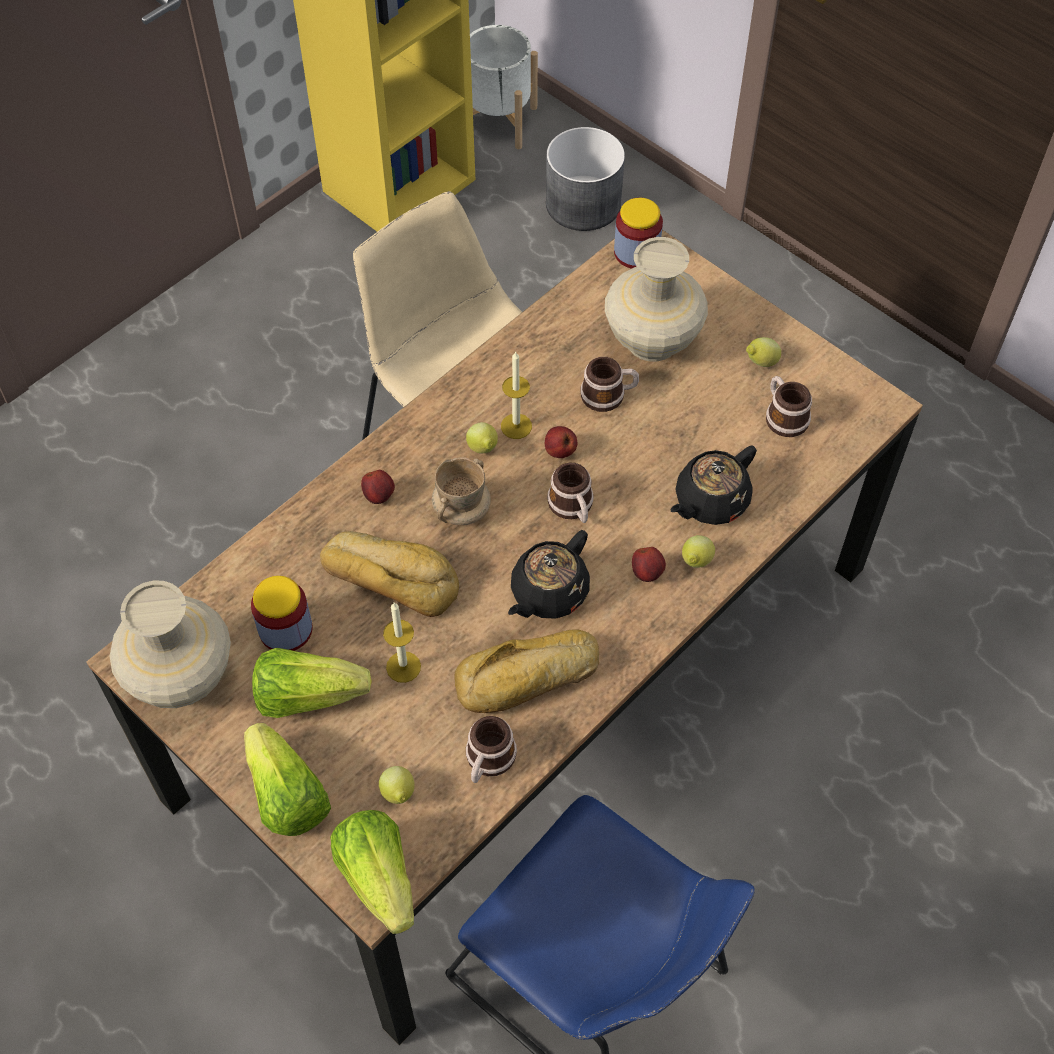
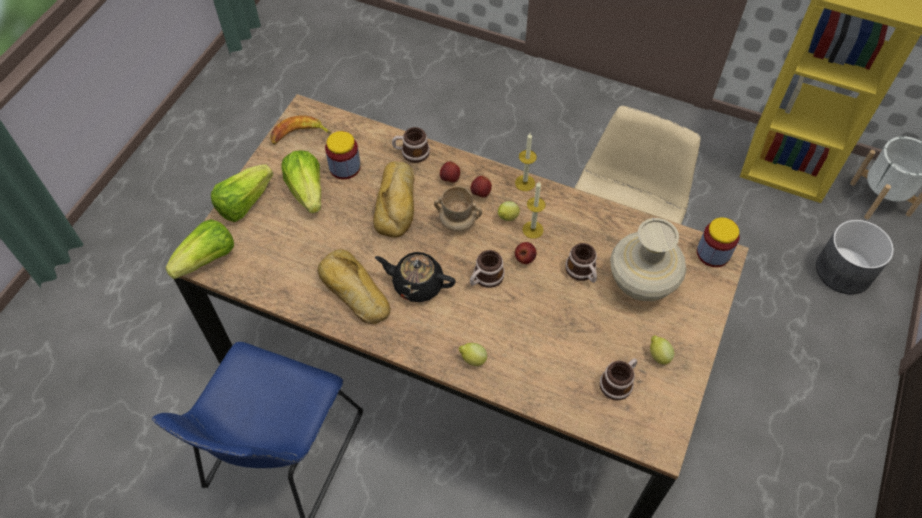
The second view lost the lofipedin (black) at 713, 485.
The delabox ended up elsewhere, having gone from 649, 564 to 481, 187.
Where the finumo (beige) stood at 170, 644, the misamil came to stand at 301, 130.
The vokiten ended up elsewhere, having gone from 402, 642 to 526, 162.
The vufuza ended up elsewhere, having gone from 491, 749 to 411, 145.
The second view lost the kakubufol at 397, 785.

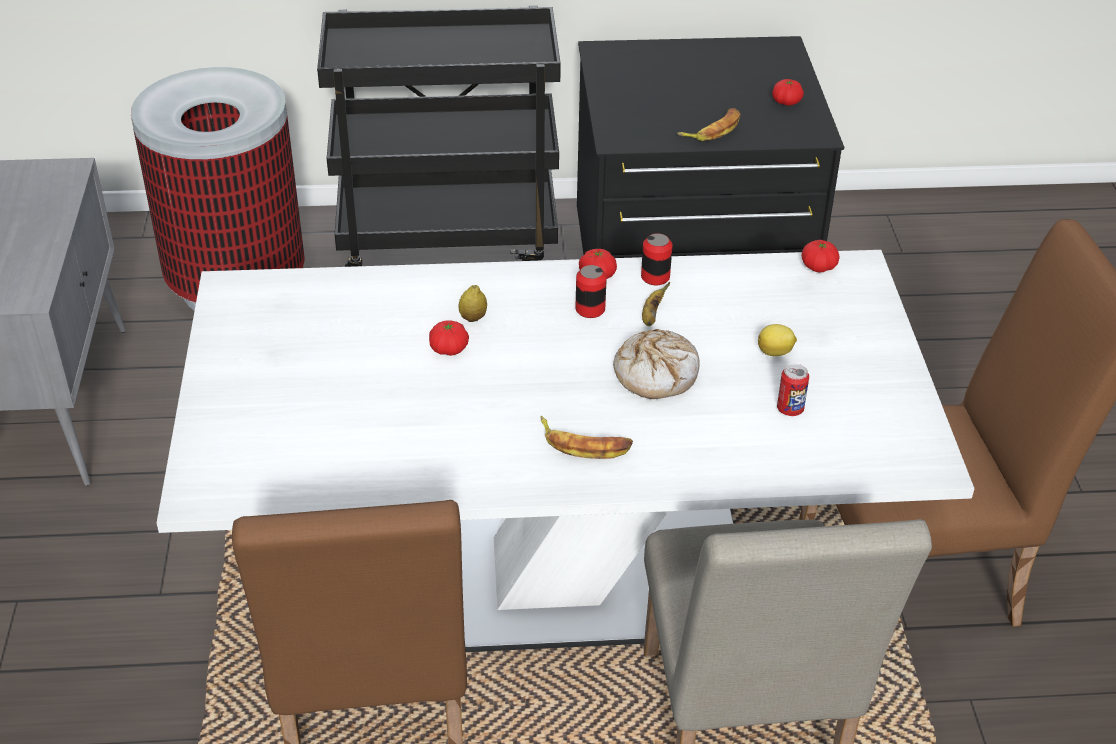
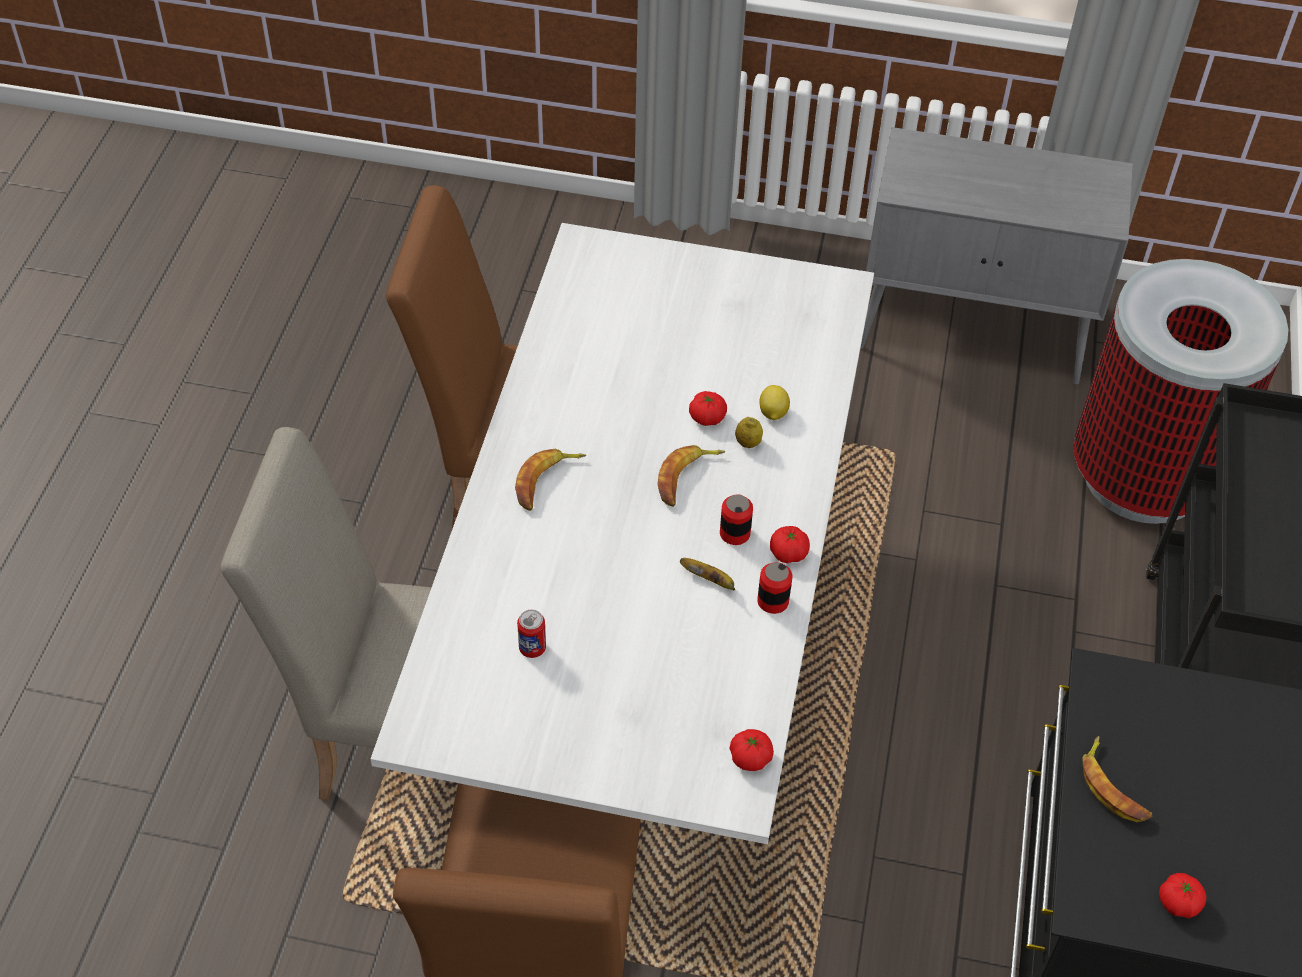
The kakubufol ended up elsewhere, having gone from 777, 340 to 775, 403.
The second view lost the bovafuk at 656, 364.
The second view gained the misamil at 691, 476.

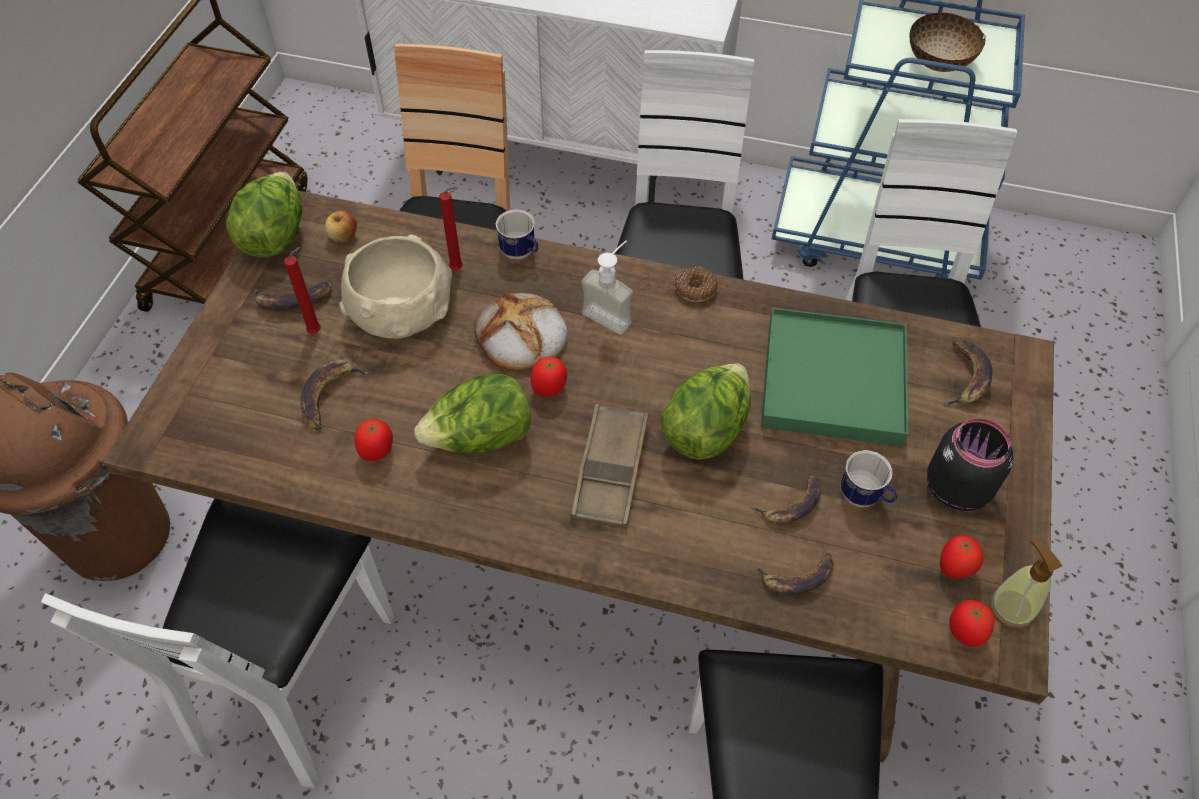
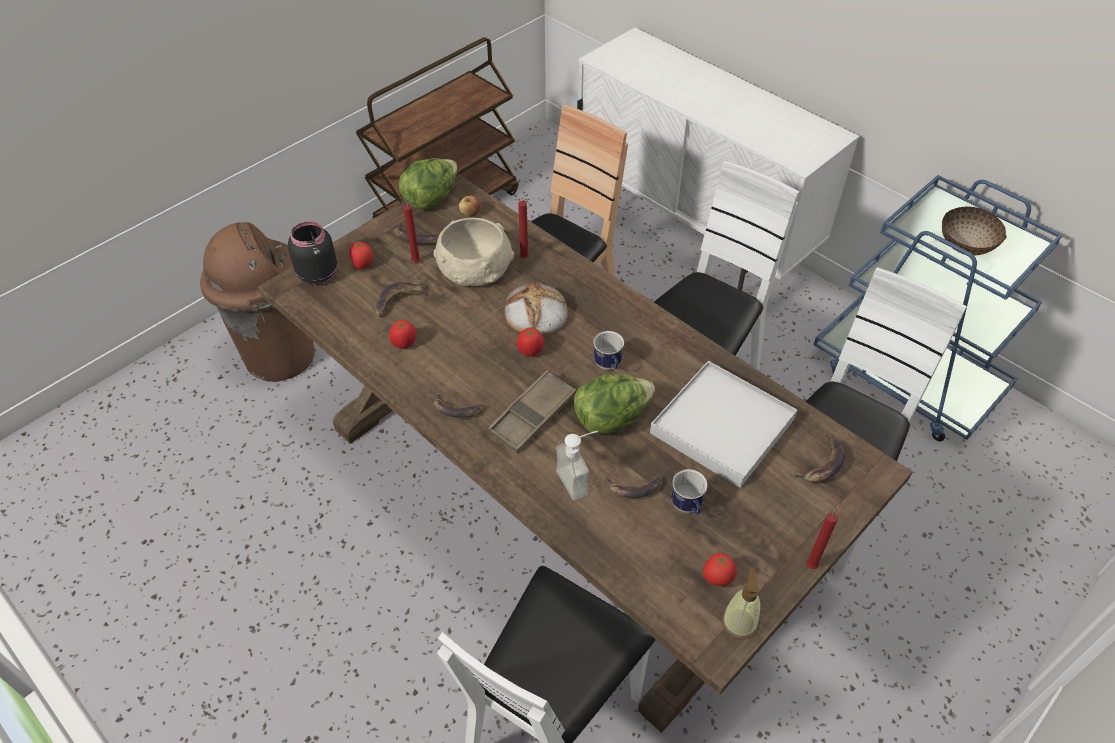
The vufuza ended up elsewhere, having gone from 517, 234 to 608, 350.
The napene ended up elsewhere, having gone from 607, 287 to 577, 465.
The second view lost the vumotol at 696, 284.
What was the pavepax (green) at 834, 377 turned into the pavepax (white) at 723, 424.
The second view lost the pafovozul at 473, 413.
The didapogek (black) ended up elsewhere, having gone from 970, 465 to 313, 253.
The second view lost the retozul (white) at 217, 643.
The misamil ended up elsewhere, having gone from 794, 573 to 459, 405.
The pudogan ended up elsewhere, having gone from 971, 623 to 361, 255.
The second view gained the vokiten (red) at 823, 536.

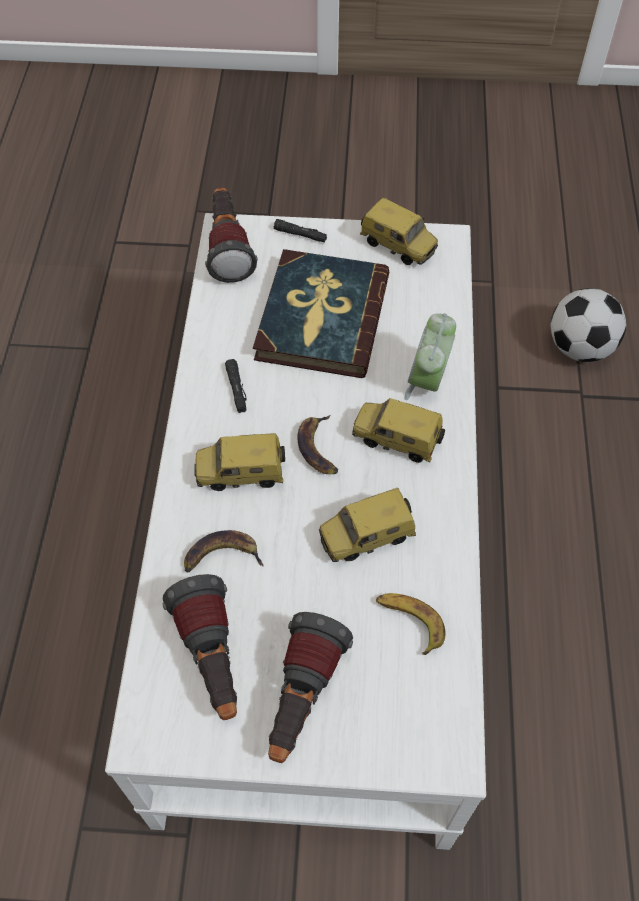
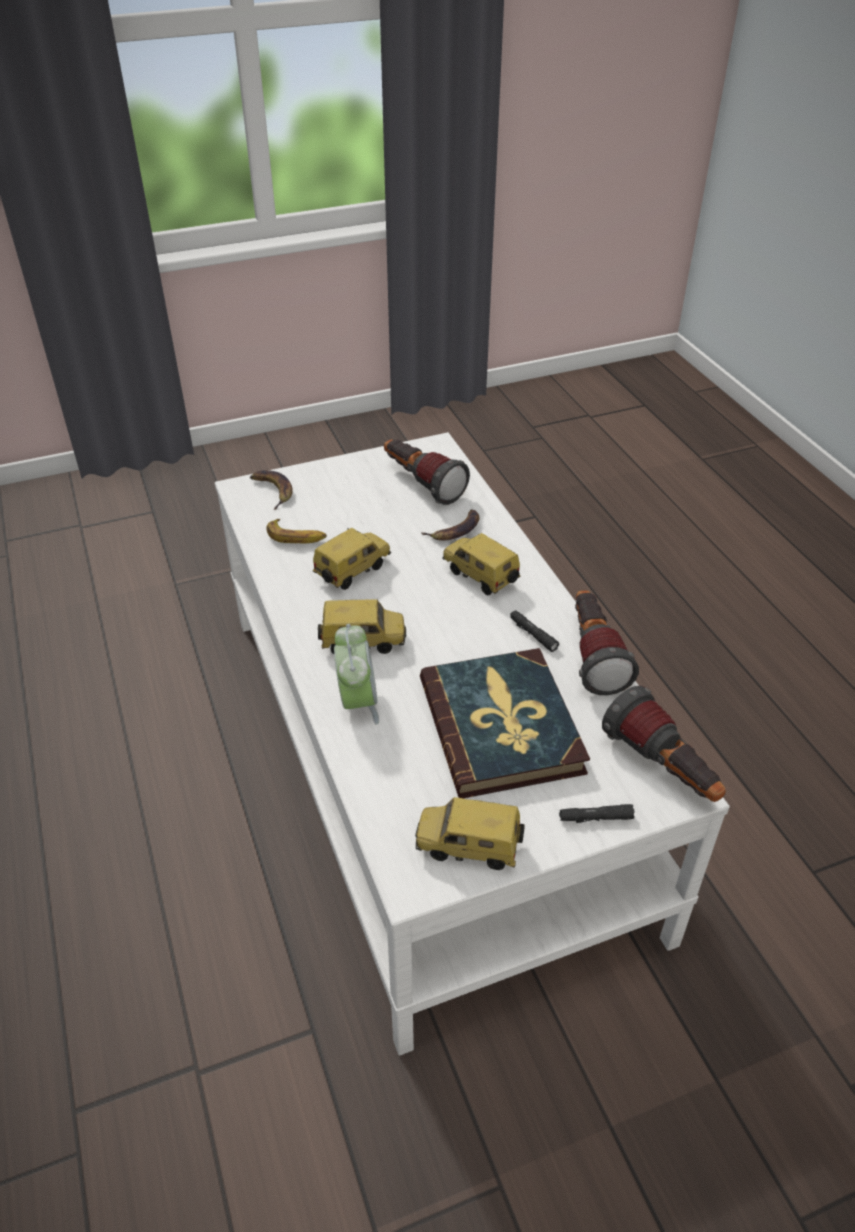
The second view lost the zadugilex at 588, 325.
The misamil ended up elsewhere, having gone from 318, 444 to 271, 490.
The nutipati at 239, 462 ended up facing another way, 105 degrees counterclockwise from before.
The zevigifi ended up elsewhere, having gone from 310, 687 to 607, 642.

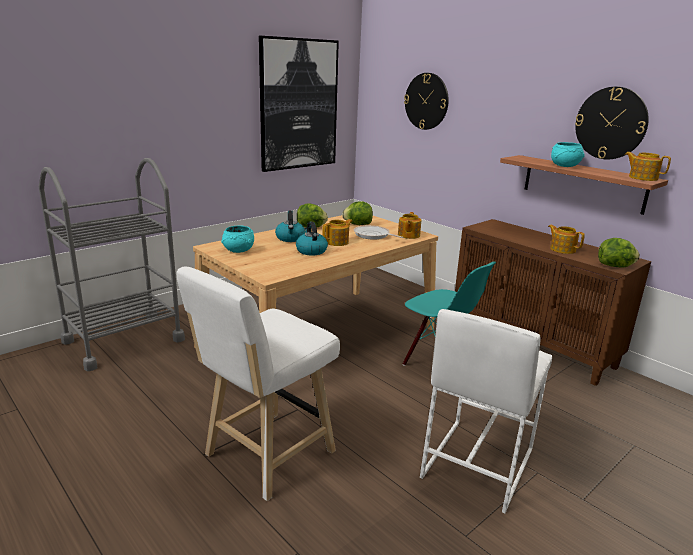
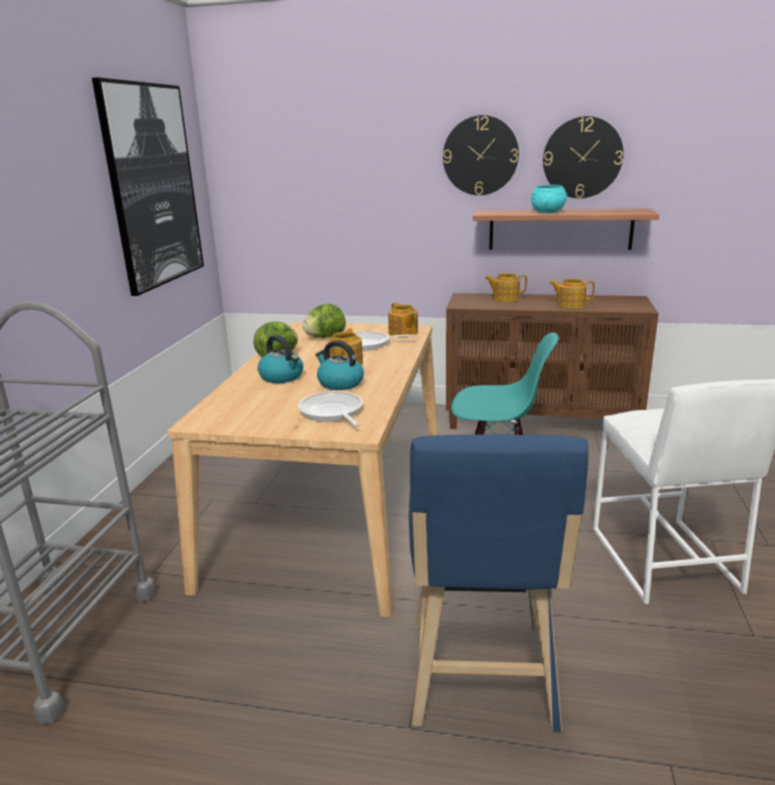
The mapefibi ended up elsewhere, having gone from 426, 101 to 481, 155.
The lofipedin ended up elsewhere, having gone from 648, 166 to 506, 287.
The second view lost the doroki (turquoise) at 237, 239.
The second view lost the pafovozul at 619, 252.
What was the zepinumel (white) at 258, 384 turned into the zepinumel (blue) at 498, 583.
The second view gained the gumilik at 330, 409.

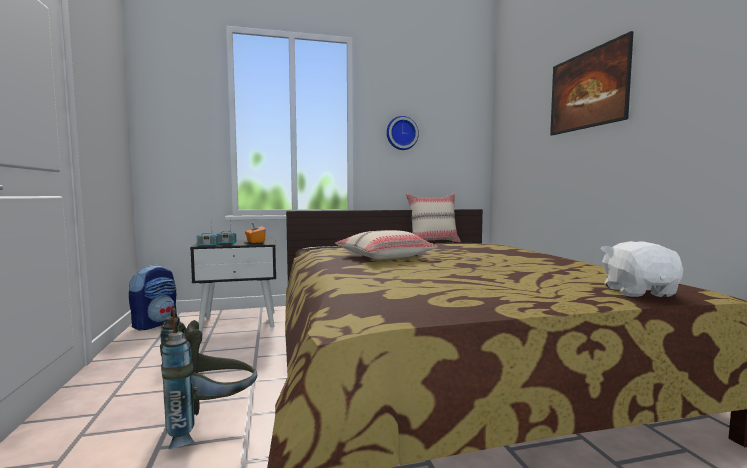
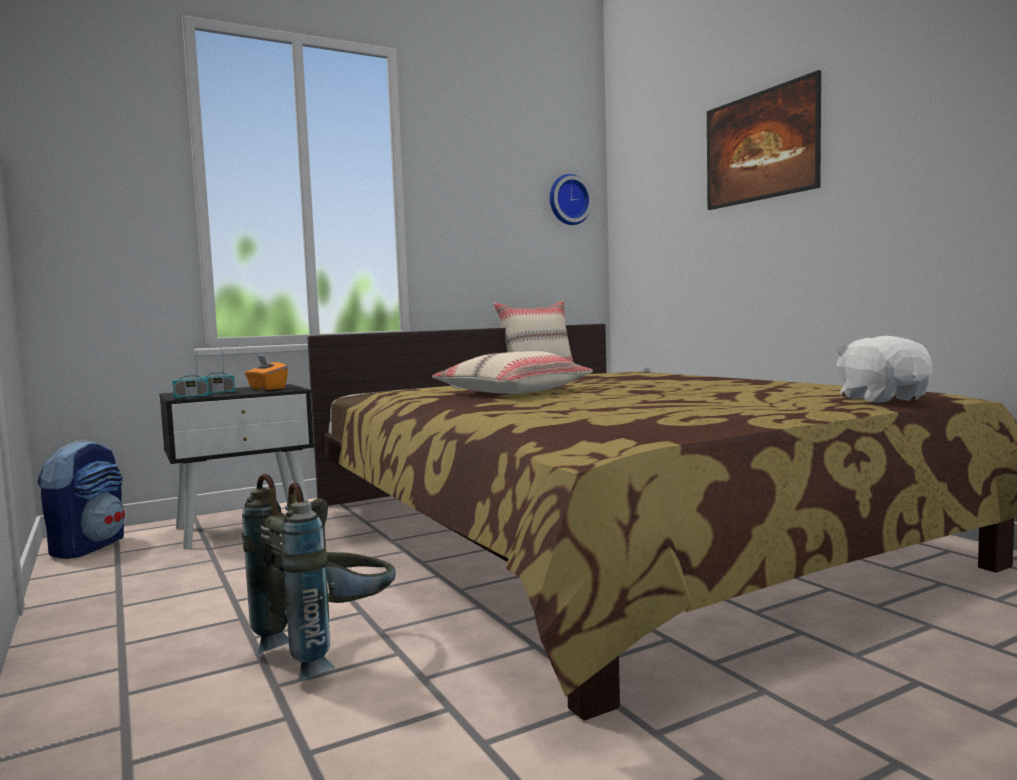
The mapefibi ended up elsewhere, having gone from 403, 133 to 571, 199.

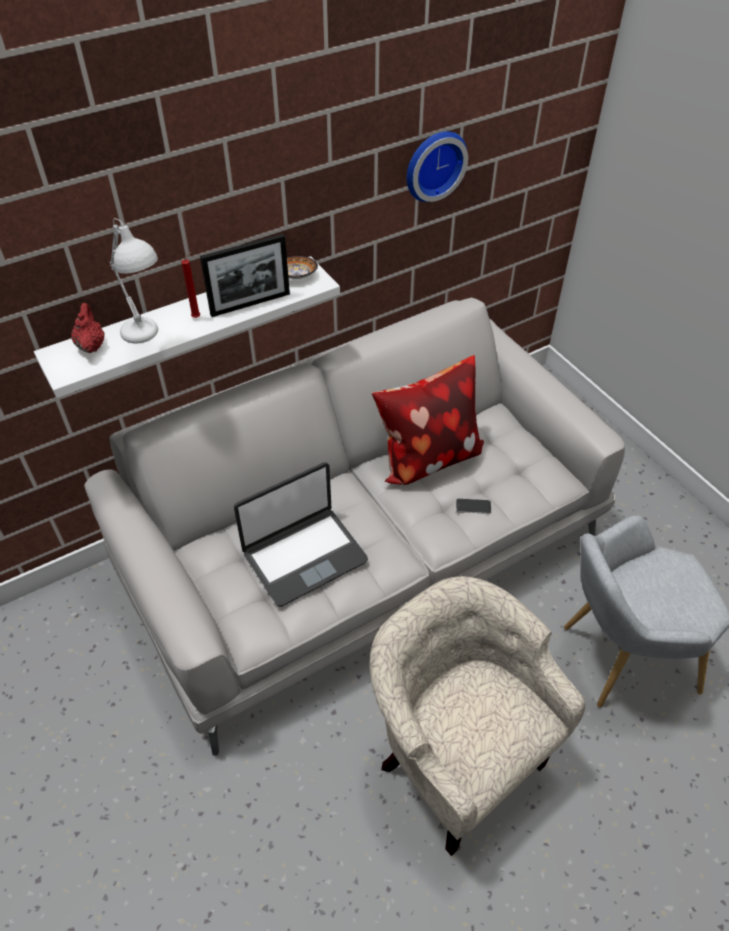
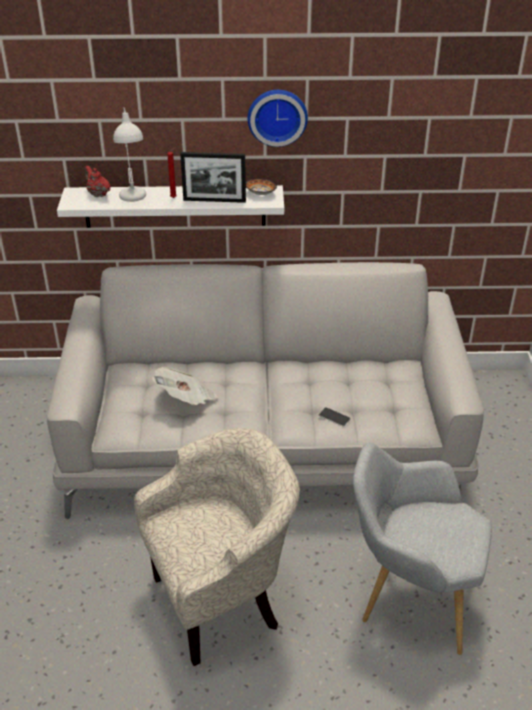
The mapefibi ended up elsewhere, having gone from 437, 166 to 278, 118.
The lofipedin (red) at 87, 328 ended up facing another way, 60 degrees counterclockwise from before.
The second view lost the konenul at 428, 420.
Where the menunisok stood at 301, 534, the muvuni came to stand at 185, 386.
The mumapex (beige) at 477, 716 ended up facing another way, 75 degrees clockwise from before.

